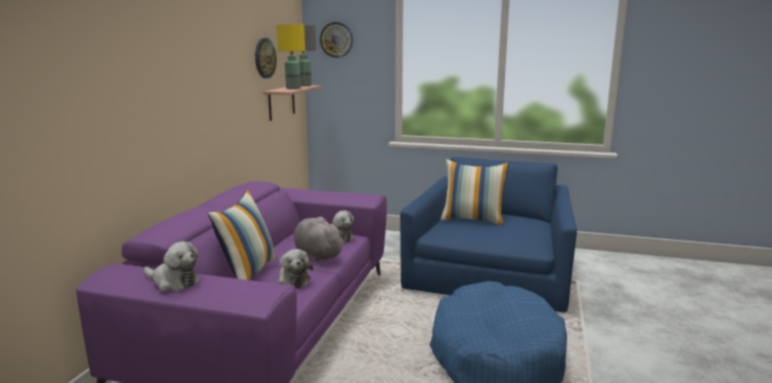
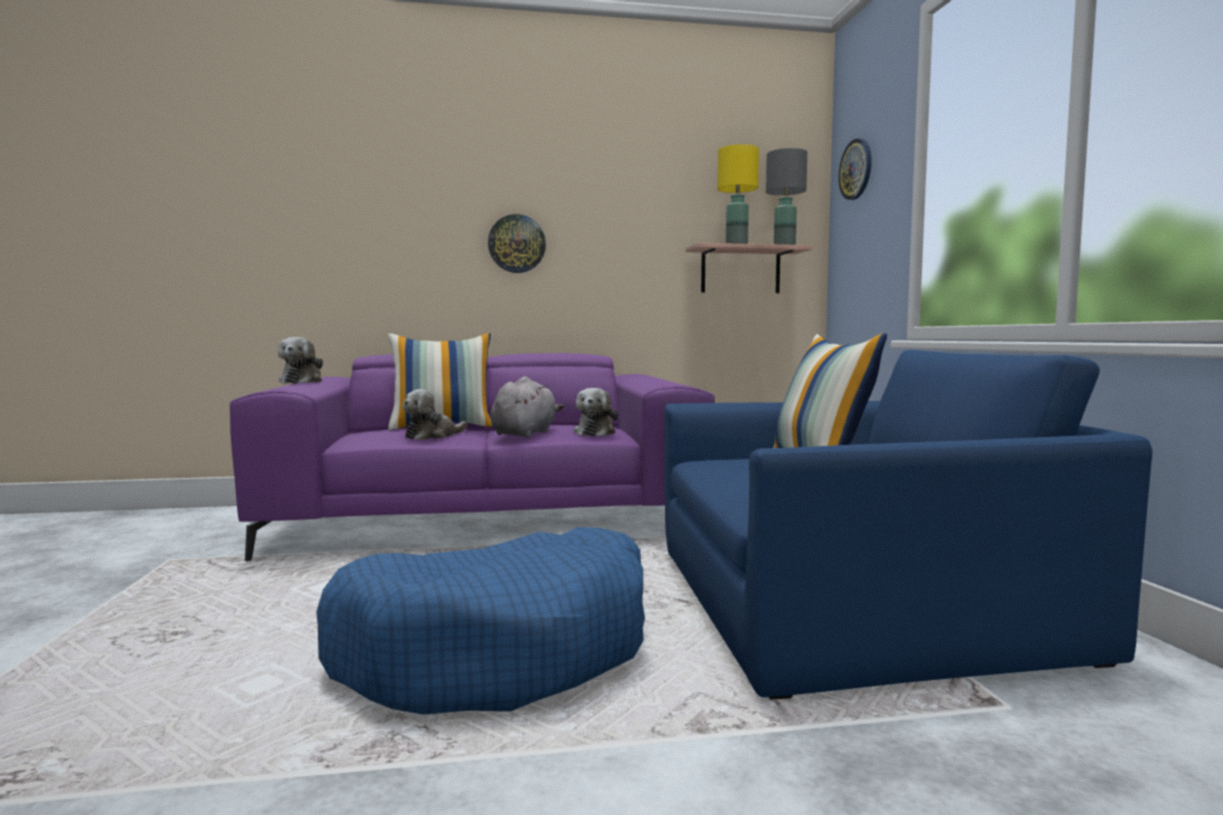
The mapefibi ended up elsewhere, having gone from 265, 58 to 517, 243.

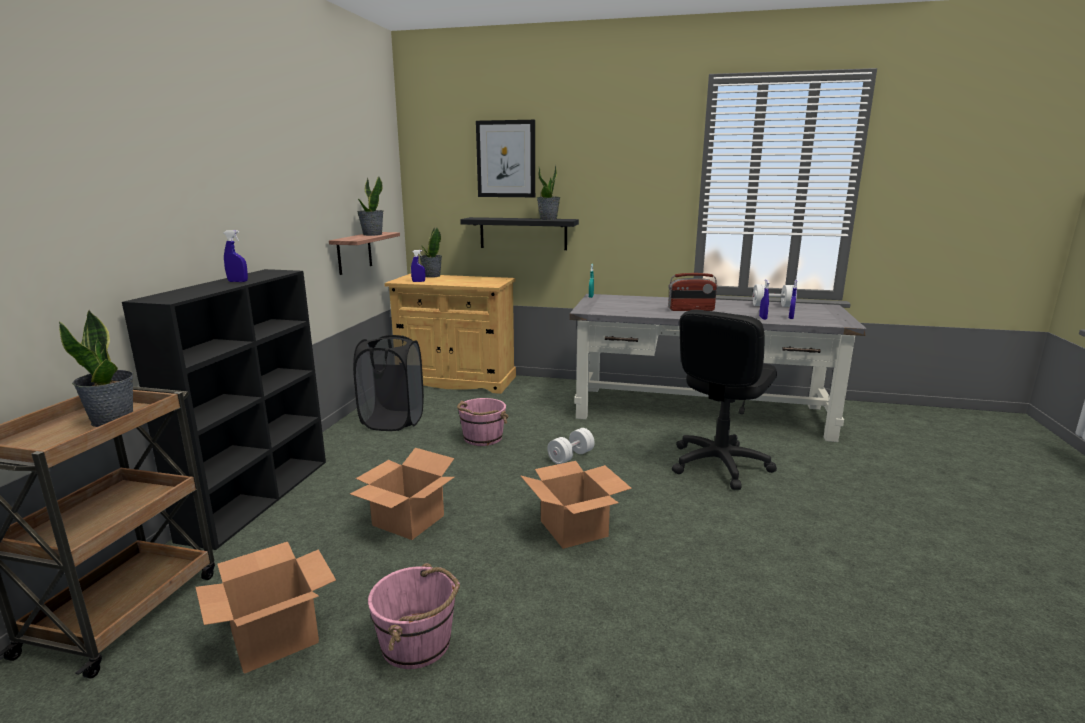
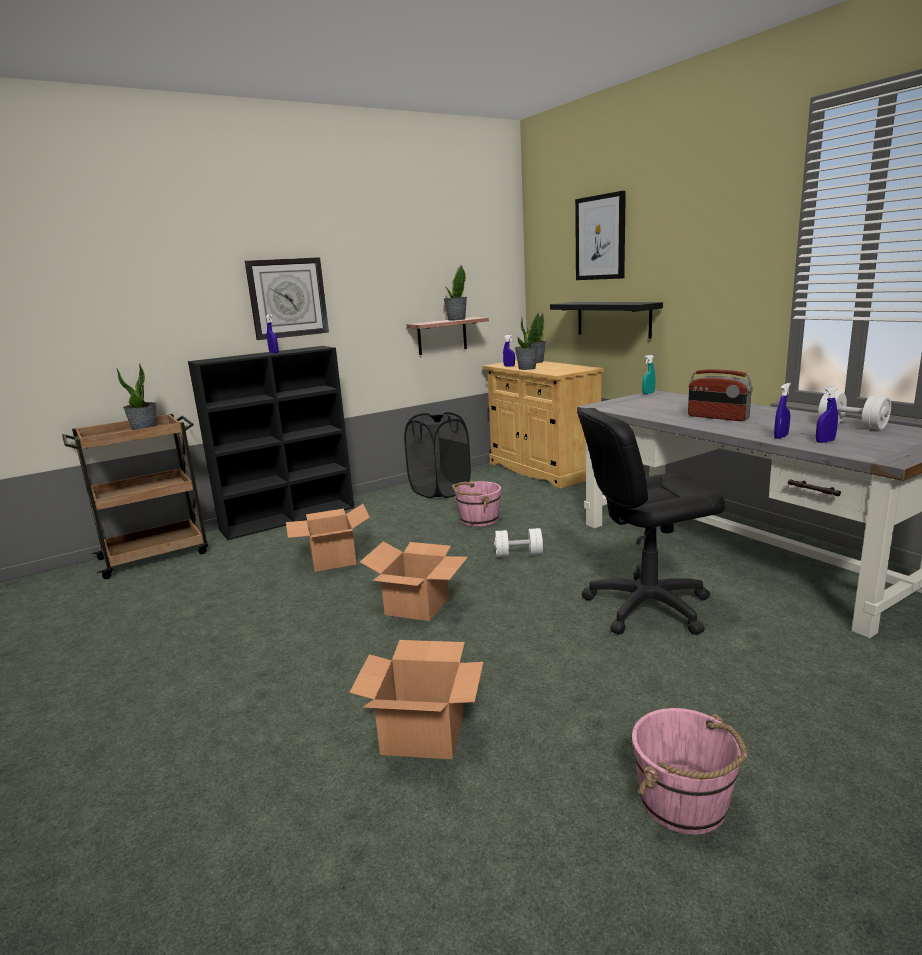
The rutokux ended up elsewhere, having gone from 548, 192 to 526, 342.
The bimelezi ended up elsewhere, having gone from 265, 608 to 416, 699.
The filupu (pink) ended up elsewhere, having gone from 414, 616 to 689, 771.
The second view gained the mapefibi at 287, 298.

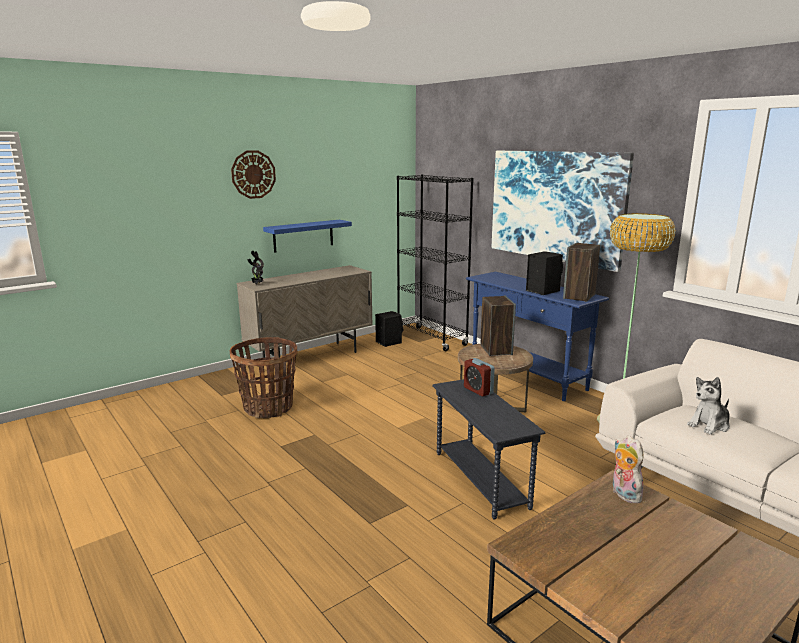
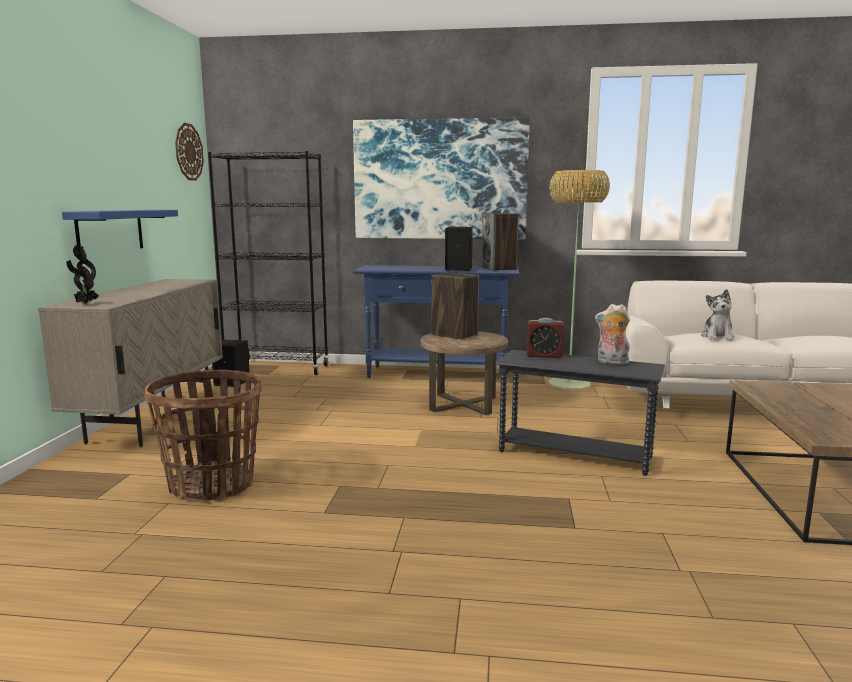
The mapefibi ended up elsewhere, having gone from 253, 174 to 189, 152.
The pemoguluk ended up elsewhere, having gone from 627, 469 to 613, 334.

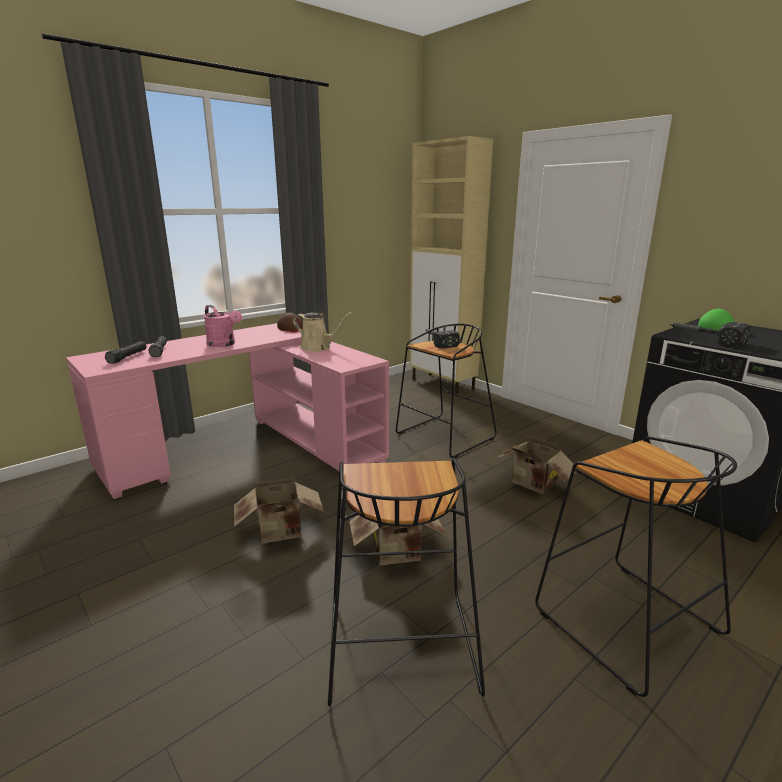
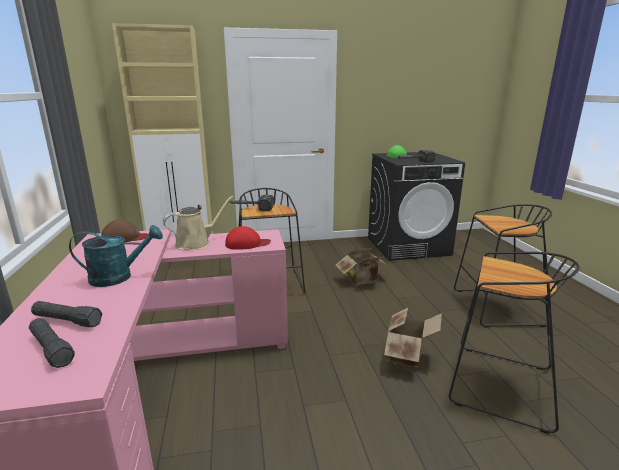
What was the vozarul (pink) at 222, 326 turned into the vozarul (turquoise) at 116, 256.
The second view lost the bimelezi at 279, 511.
The second view gained the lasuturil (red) at 248, 238.

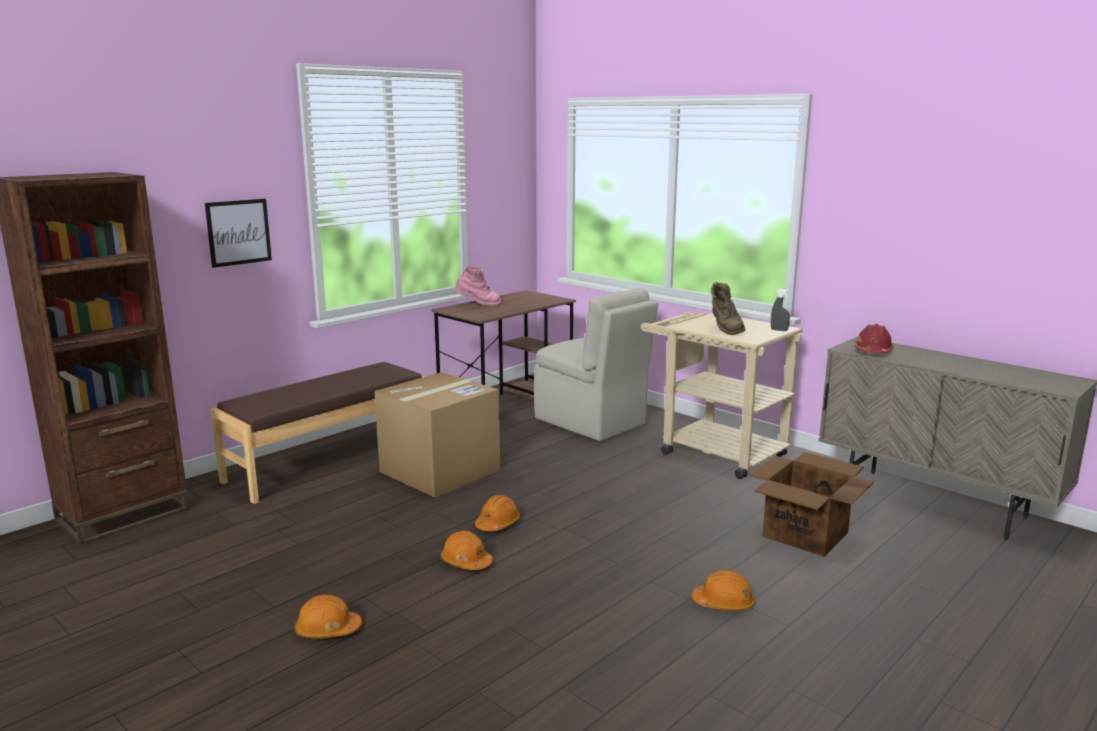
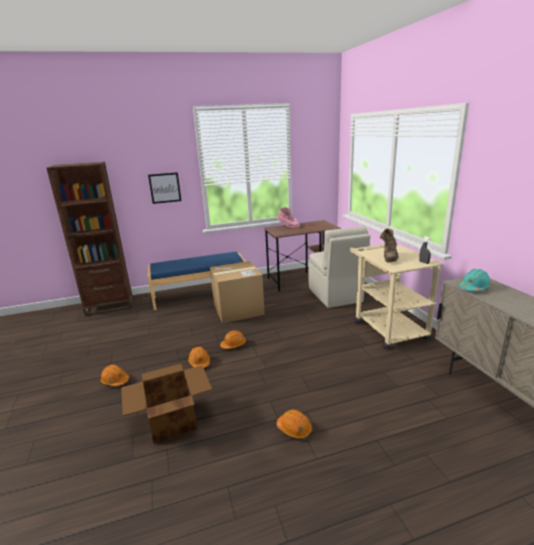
What was the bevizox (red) at 874, 338 turned into the bevizox (turquoise) at 475, 280.
What was the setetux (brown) at 318, 433 turned into the setetux (blue) at 197, 281.
The bimelezi ended up elsewhere, having gone from 811, 504 to 166, 404.

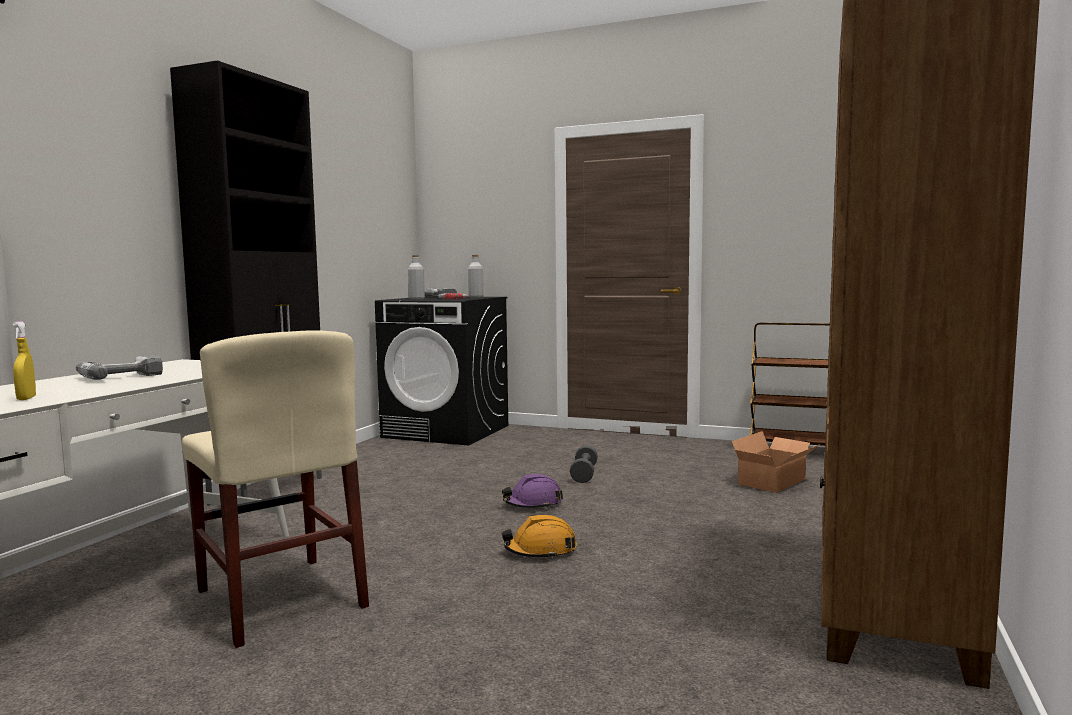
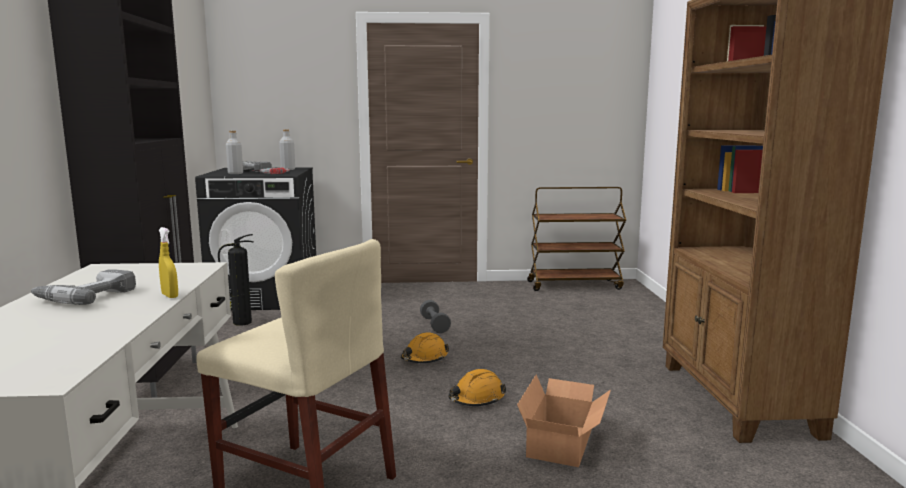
The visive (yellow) ended up elsewhere, having gone from 24, 360 to 168, 262.
The bimelezi ended up elsewhere, having gone from 775, 462 to 564, 421.
What was the bevizox (purple) at 532, 491 turned into the bevizox (orange) at 425, 347.
The second view gained the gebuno at 236, 280.

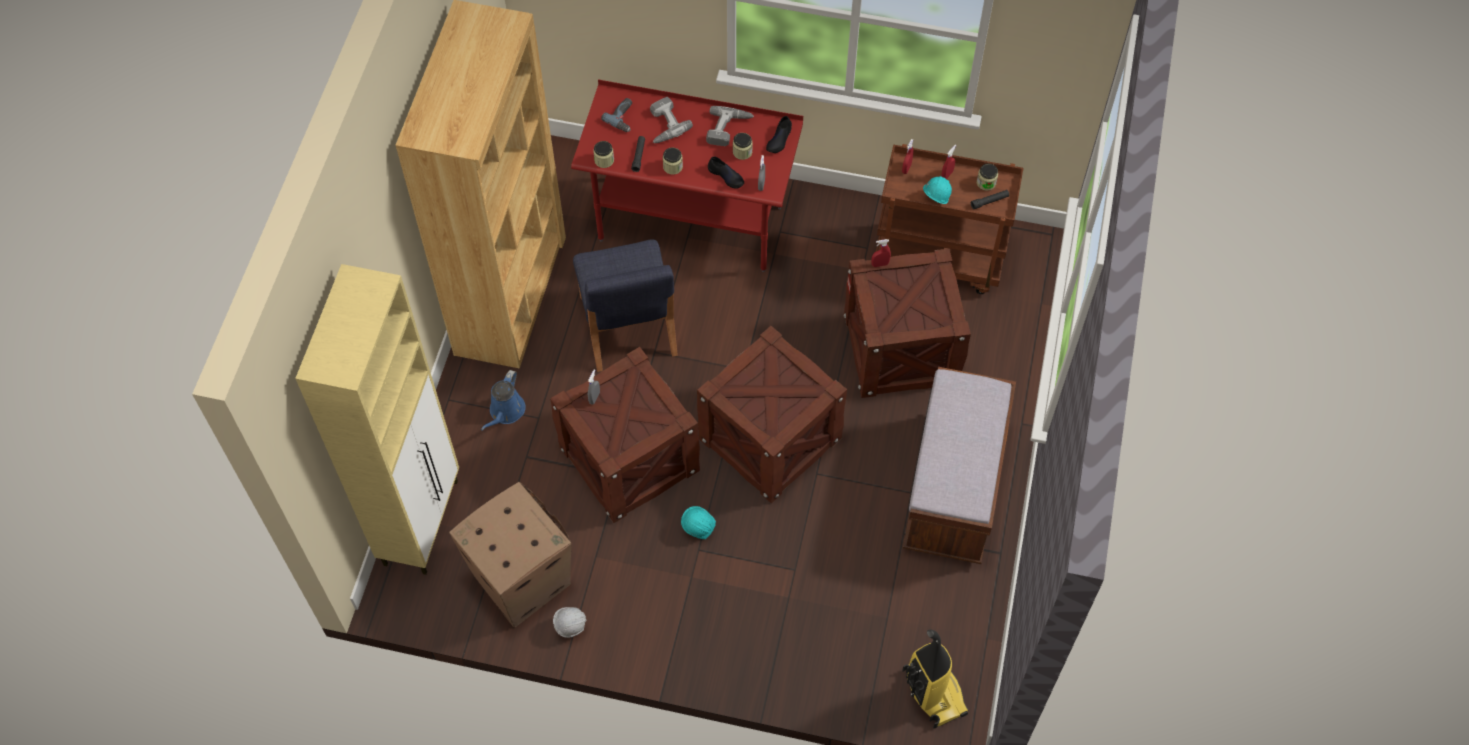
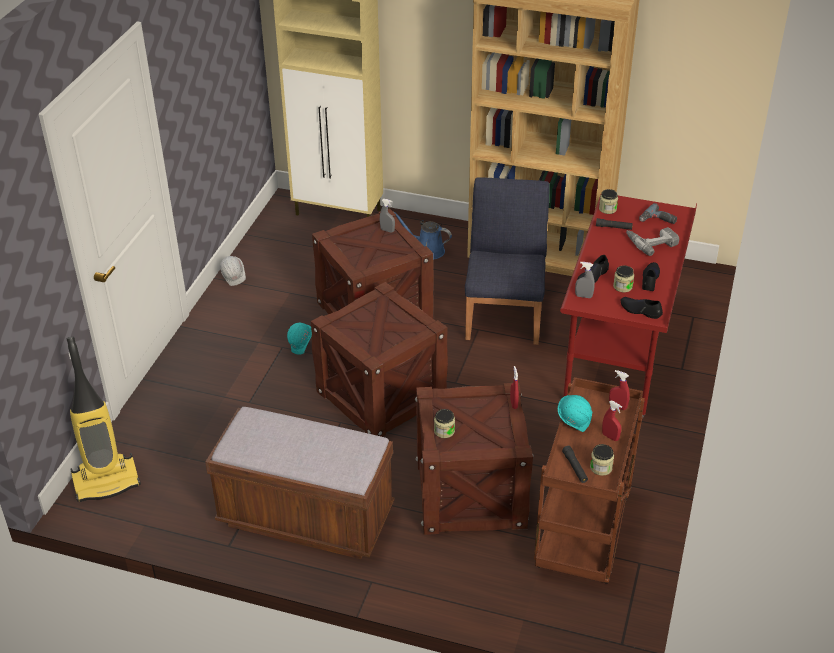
Where the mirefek stood at 730, 126, the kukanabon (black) came to stand at 651, 276.
The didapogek ended up elsewhere, having gone from 673, 161 to 444, 423.
The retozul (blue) at 625, 306 ended up facing another way, 105 degrees clockwise from before.
The second view lost the bimelezi at 510, 554.

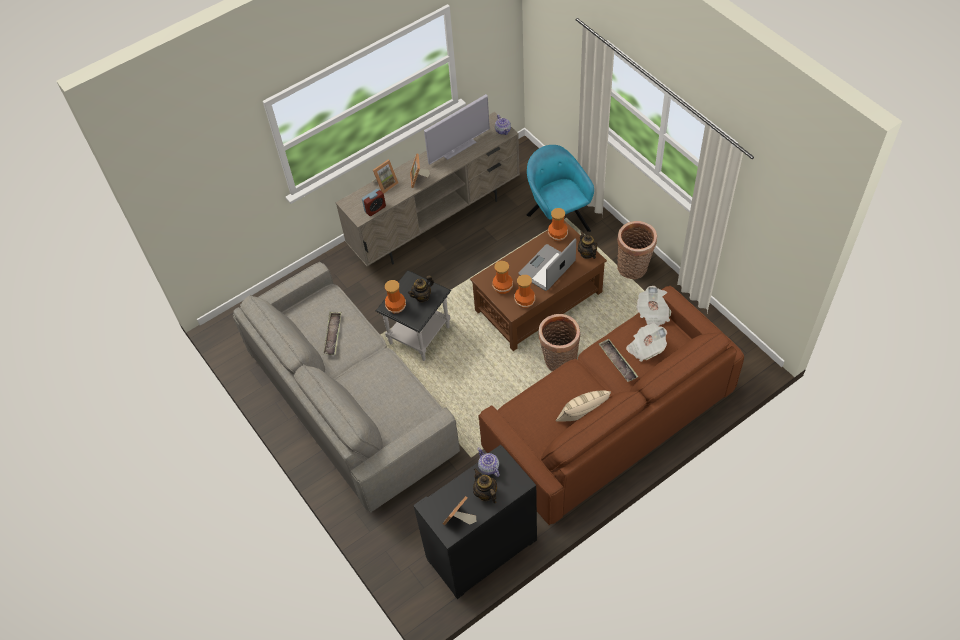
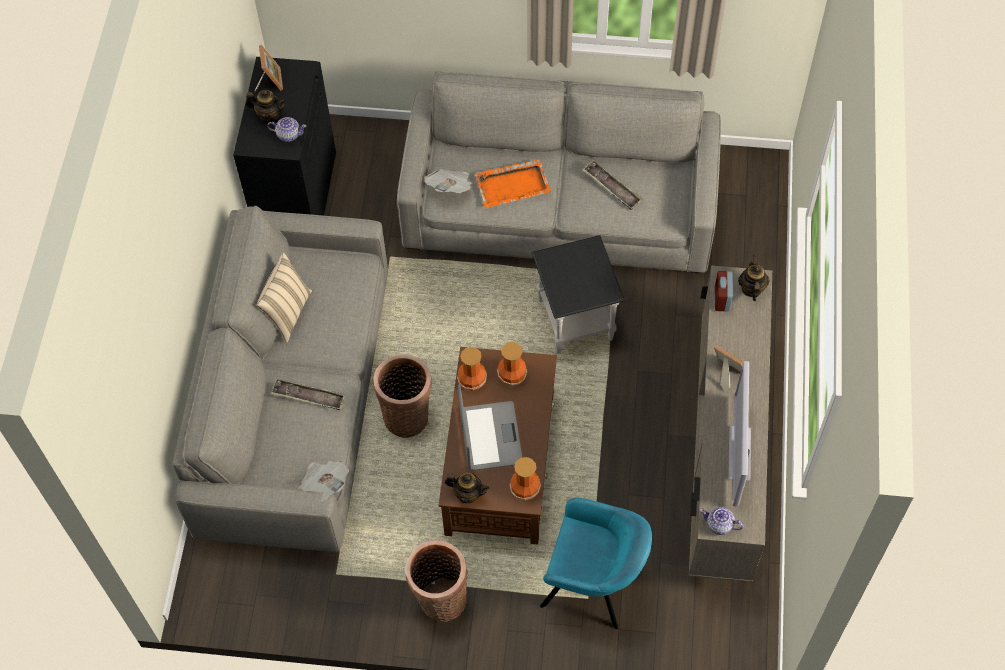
The second view lost the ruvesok at 385, 176.
The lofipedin ended up elsewhere, having gone from 421, 289 to 753, 278.
The second view lost the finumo at 395, 296.
What was the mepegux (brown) at 611, 405 turned into the mepegux (grey) at 280, 379.
The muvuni ended up elsewhere, having gone from 646, 342 to 448, 181.
The second view gained the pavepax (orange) at 513, 183.

